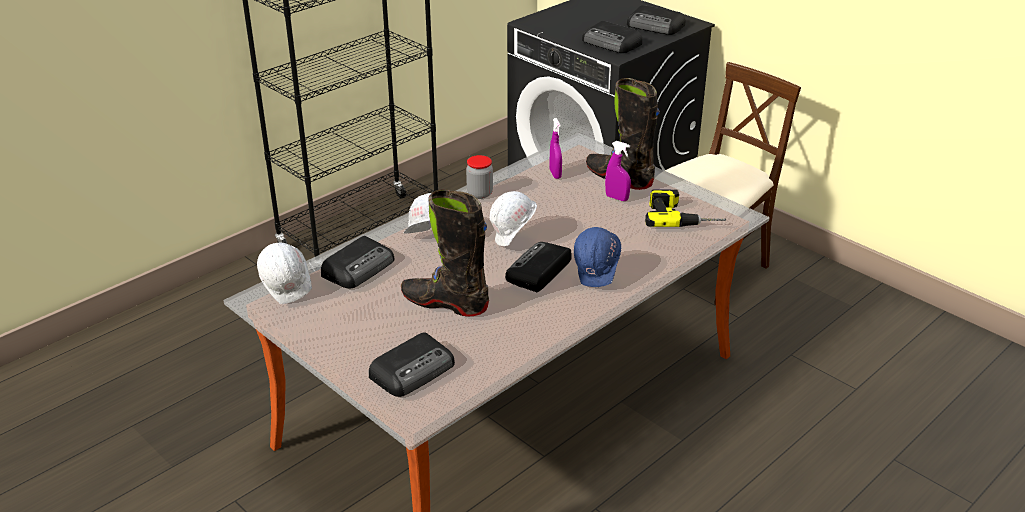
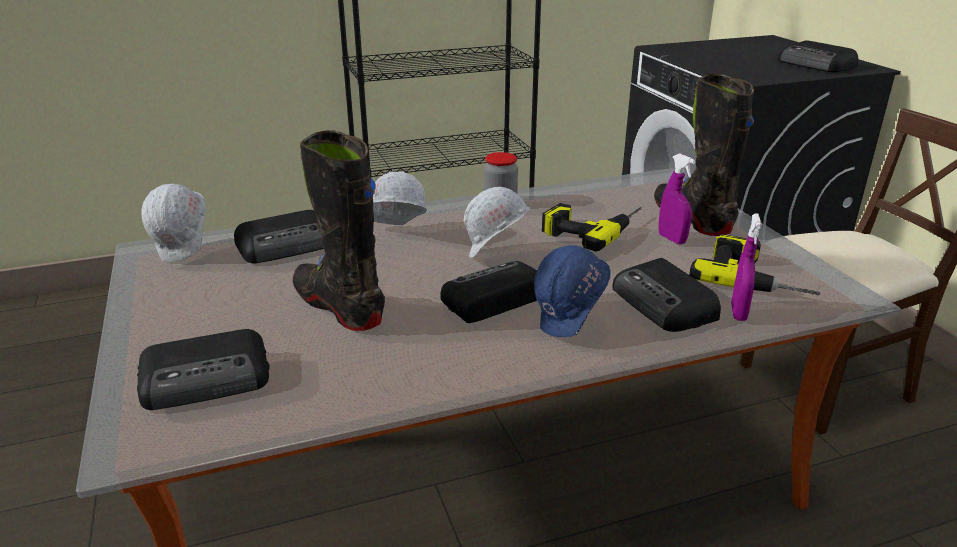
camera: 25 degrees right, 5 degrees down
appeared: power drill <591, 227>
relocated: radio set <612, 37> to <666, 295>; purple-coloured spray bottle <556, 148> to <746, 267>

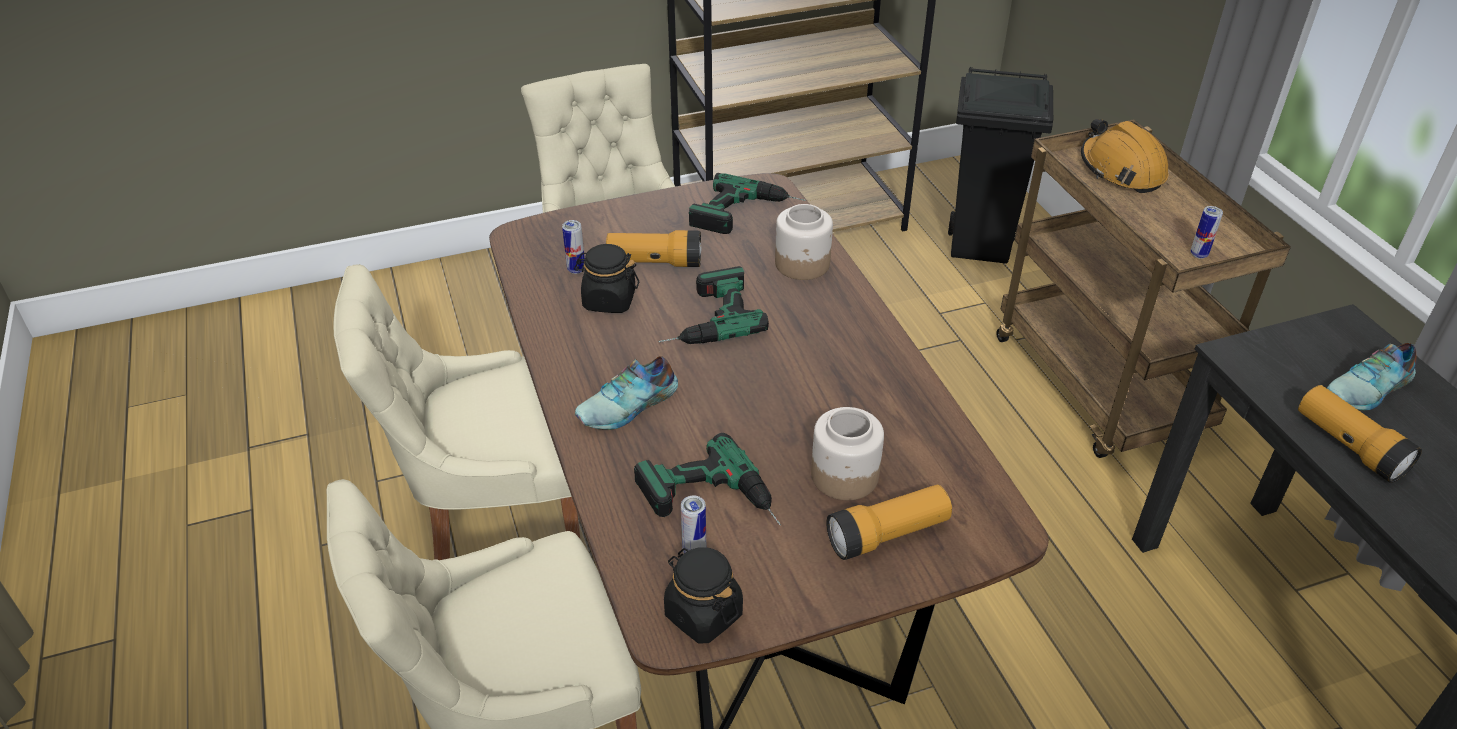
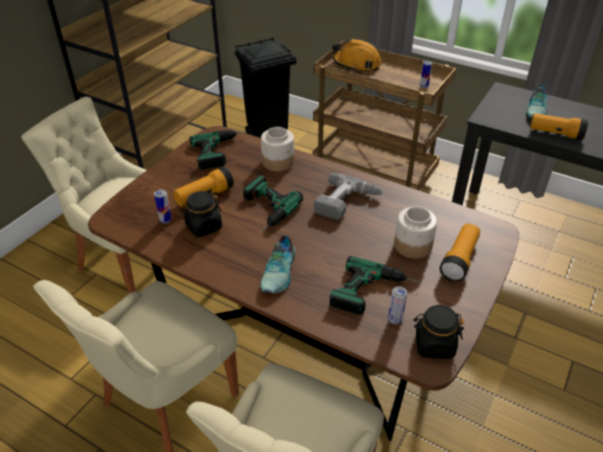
camera: 40 degrees left, 0 degrees up
appeared: power drill <349, 196>

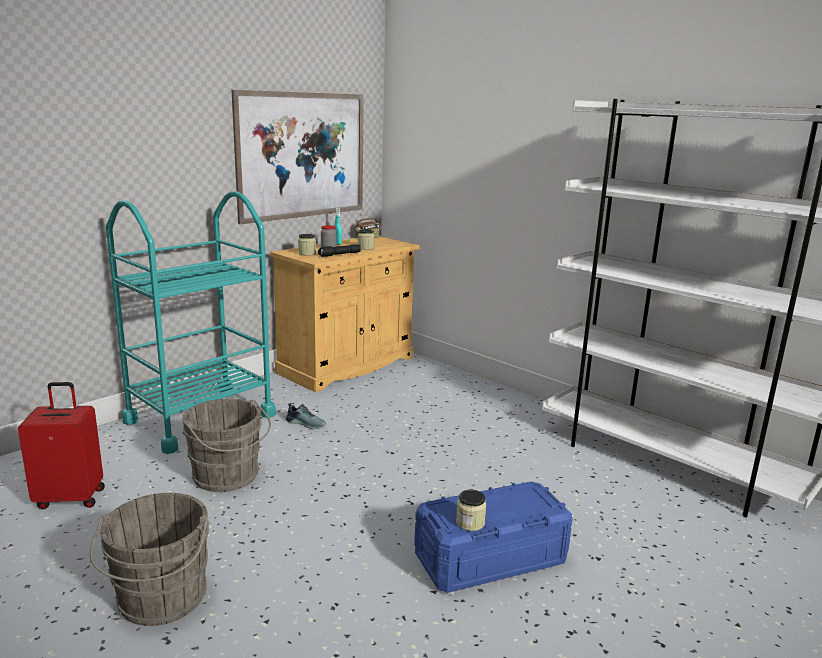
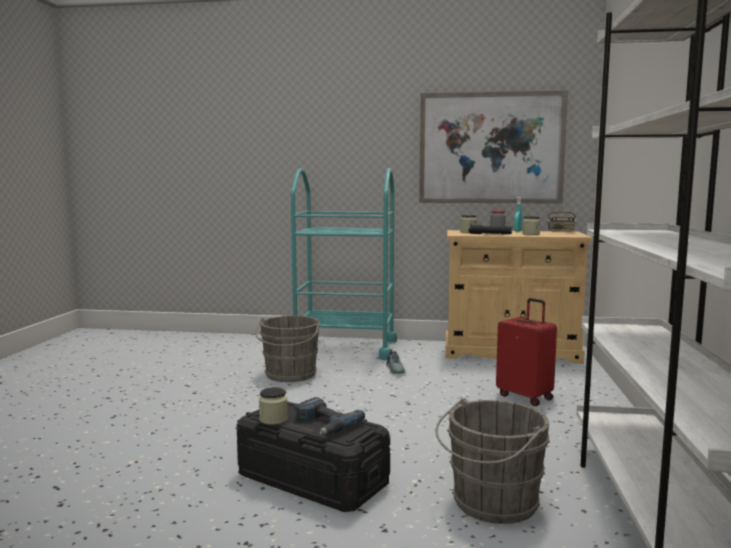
camera: 55 degrees right, 10 degrees down
appeared: power drill <329, 416>
relocated: reddish piece of luggage <61, 445> to <526, 352>; grey water bucket <149, 559> to <492, 461>
colour: blue-coloured storage box <493, 537> to blackish storage box <313, 456>

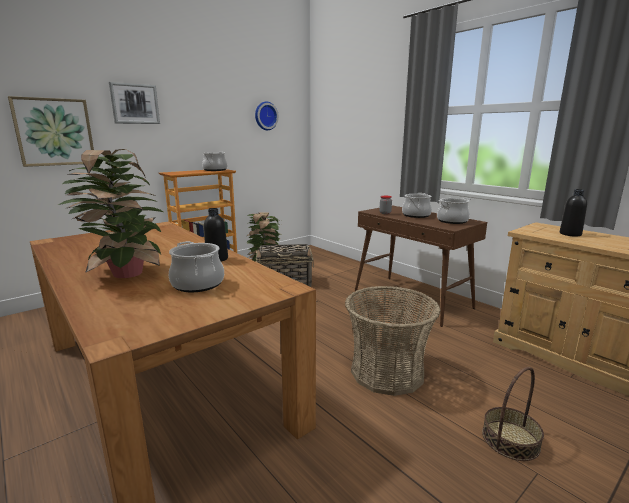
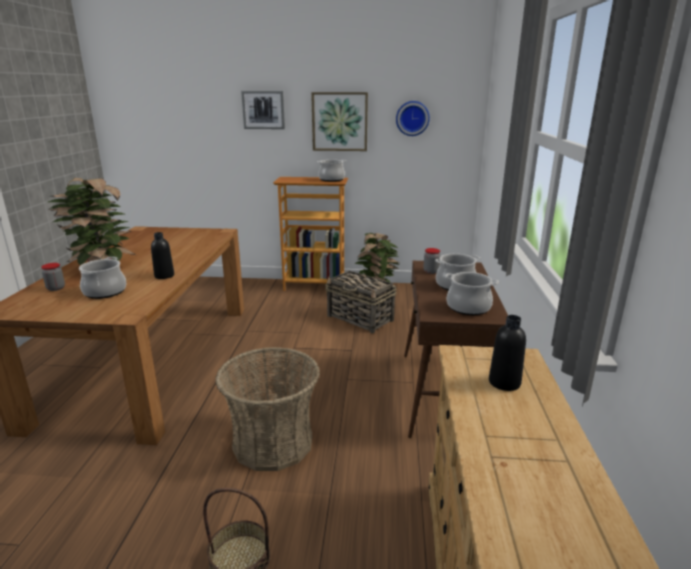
camera: 45 degrees right, 5 degrees up
appeared: jar <53, 277>
relocated: wall picture <51, 131> to <339, 121>

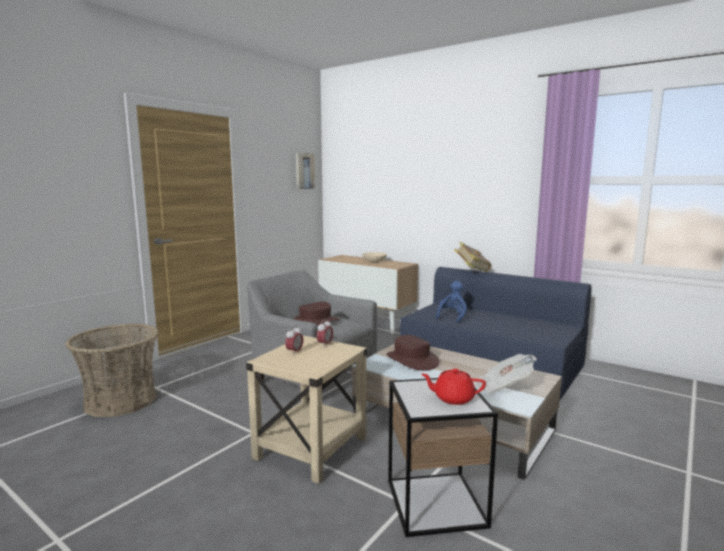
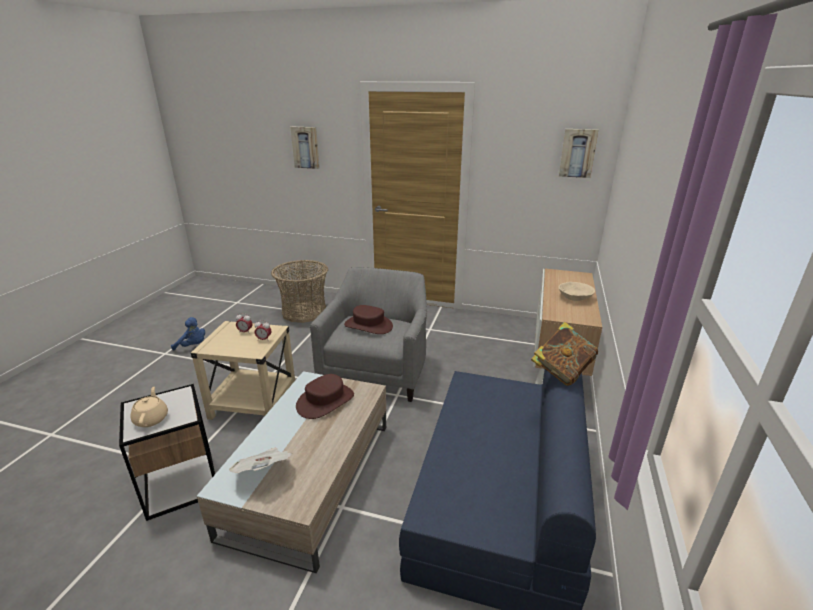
camera: 70 degrees right, 15 degrees up
appeared: wall picture <305, 148>
relocated: blue-coloured plush toy <451, 302> to <188, 334>
colour: reddish pot for tea <453, 386> to beige pot for tea <149, 407>

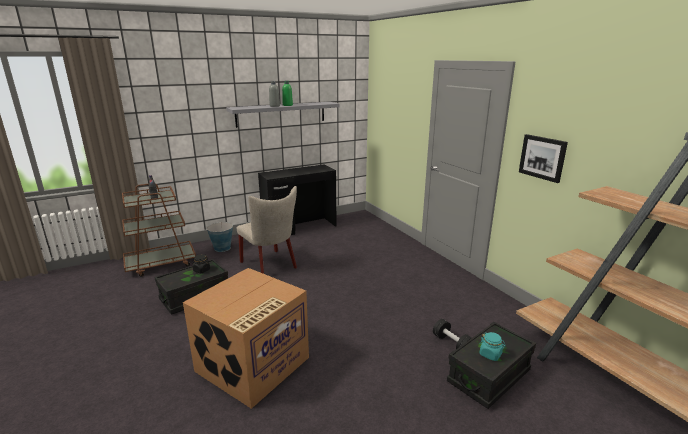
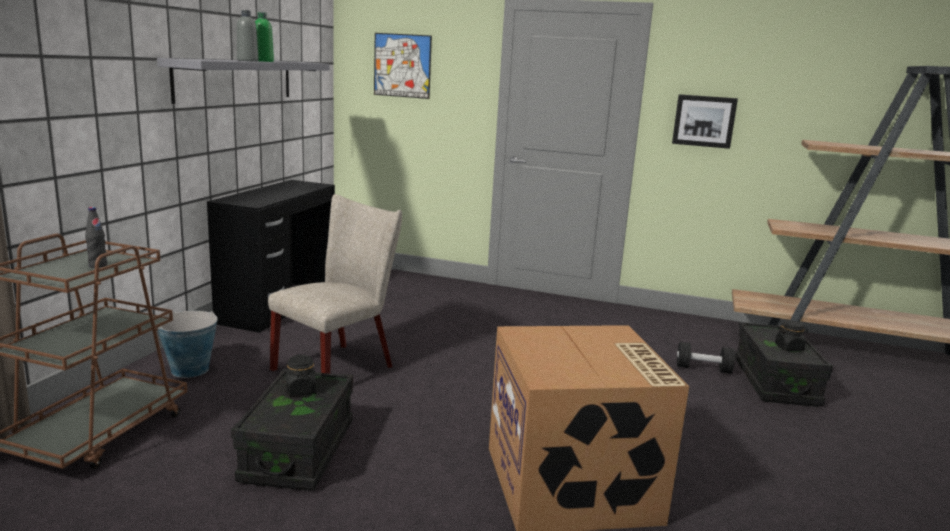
camera: 45 degrees left, 5 degrees down
appeared: wall picture <403, 66>
colour: turquoise-coloured jar <493, 346> to blackish jar <791, 336>
spun: beige upright chair <267, 230> = <335, 284> 60 degrees counterclockwise

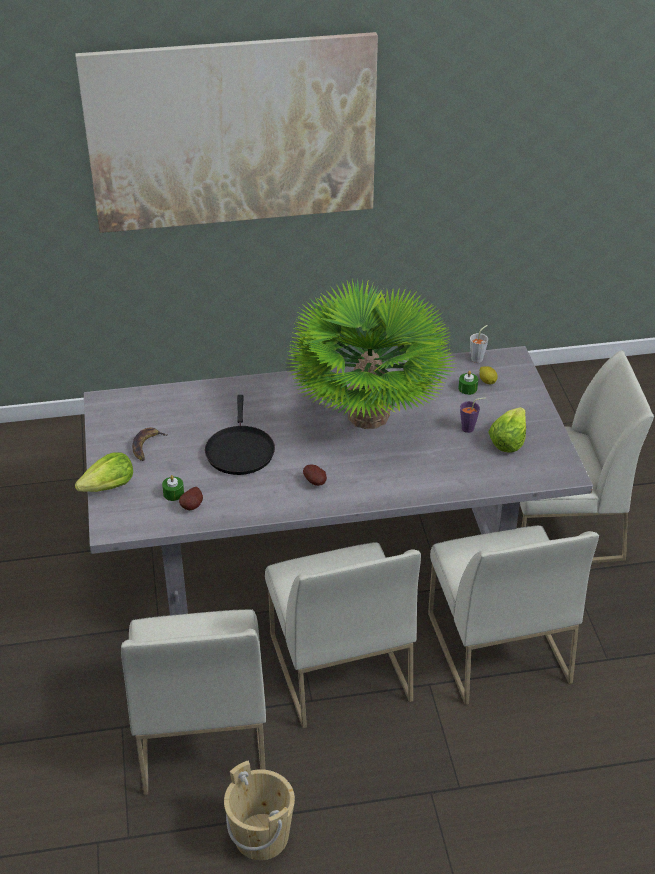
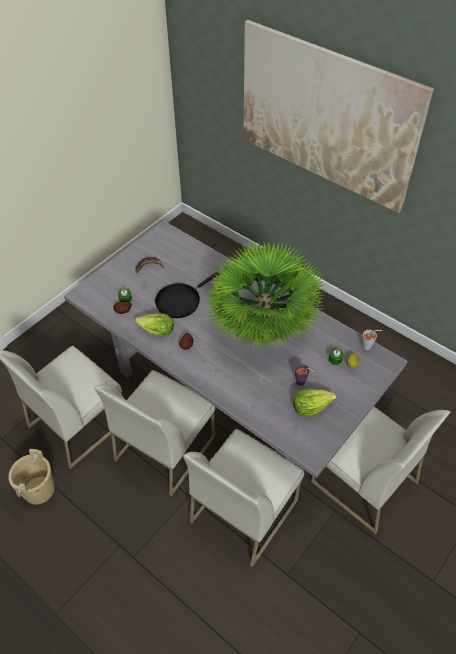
camera: 50 degrees right, 10 degrees up
relocated: lettuce <104, 472> to <154, 324>

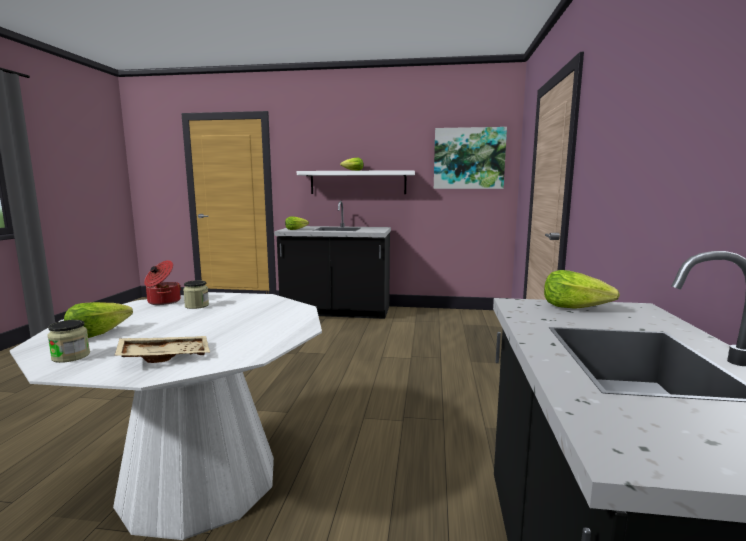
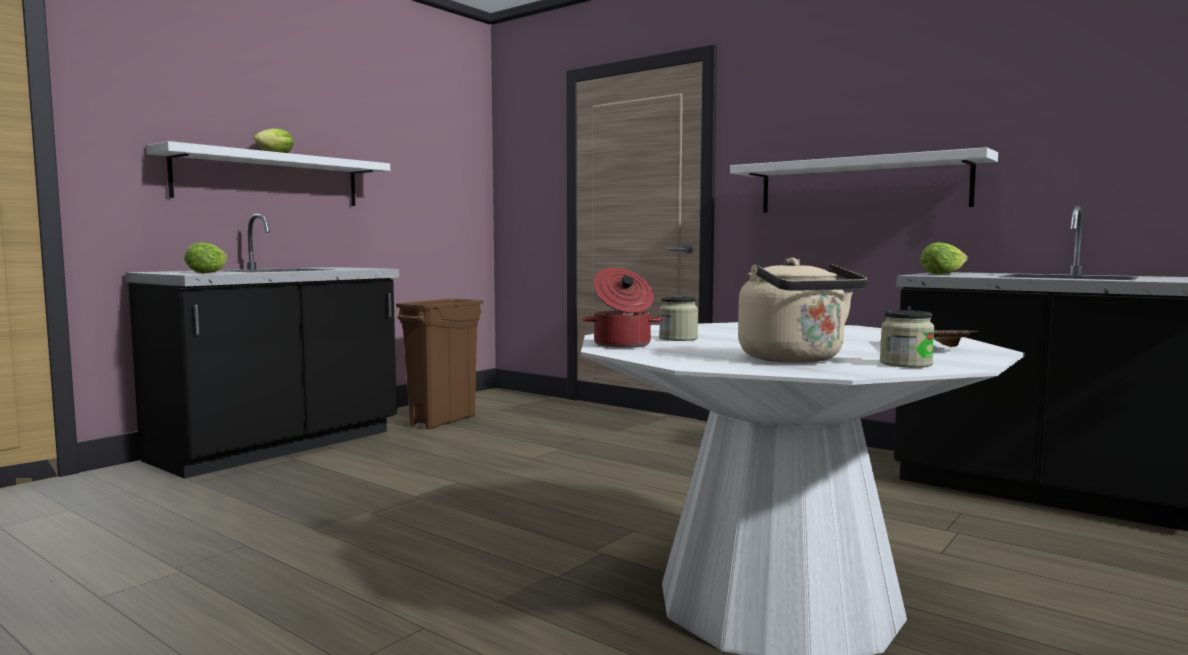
camera: 60 degrees left, 5 degrees down
missing: wall picture <470, 158>
appeared: white-coloured wall shelf <864, 180>; brownish waste bin <439, 364>
exchanged: lettuce <98, 320> to beige kettle <802, 310>

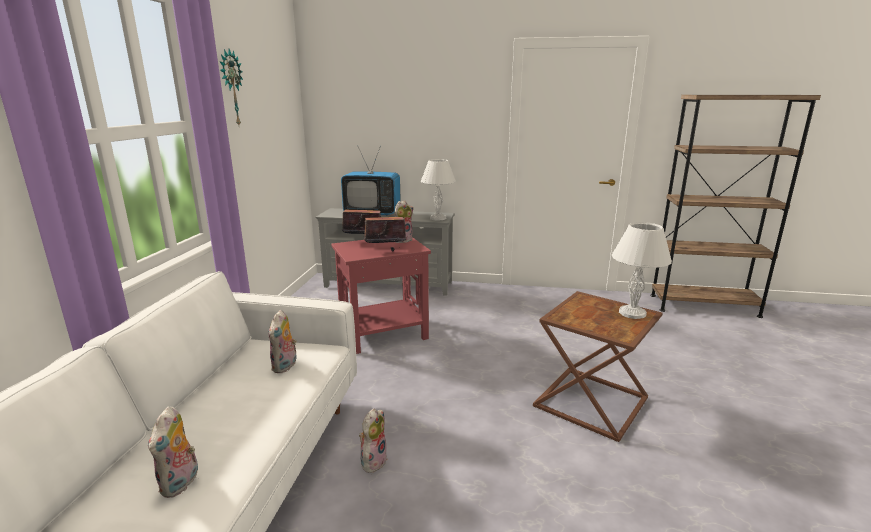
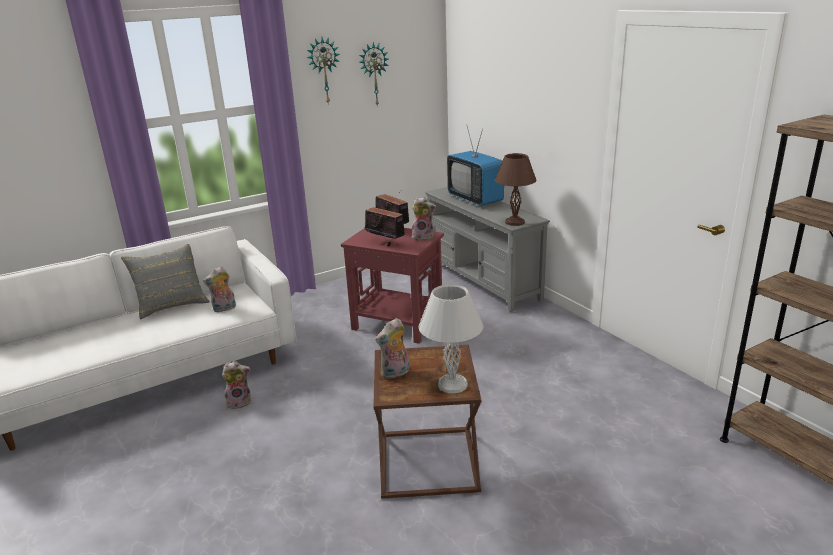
camera: 50 degrees right, 5 degrees up
appeared: wall clock <374, 74>; grey cushion <165, 282>
relocated: plush toy <173, 452> to <392, 348>
colour: white-coloured tabletop lamp <438, 190> to brownish tabletop lamp <515, 189>

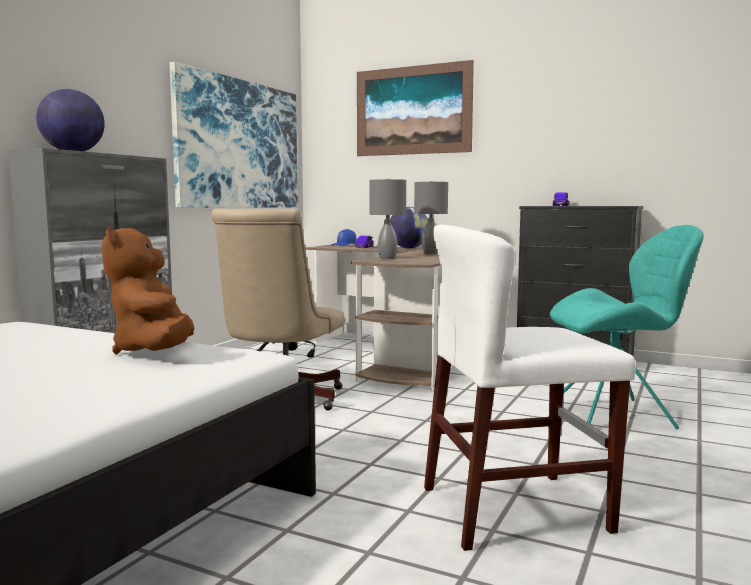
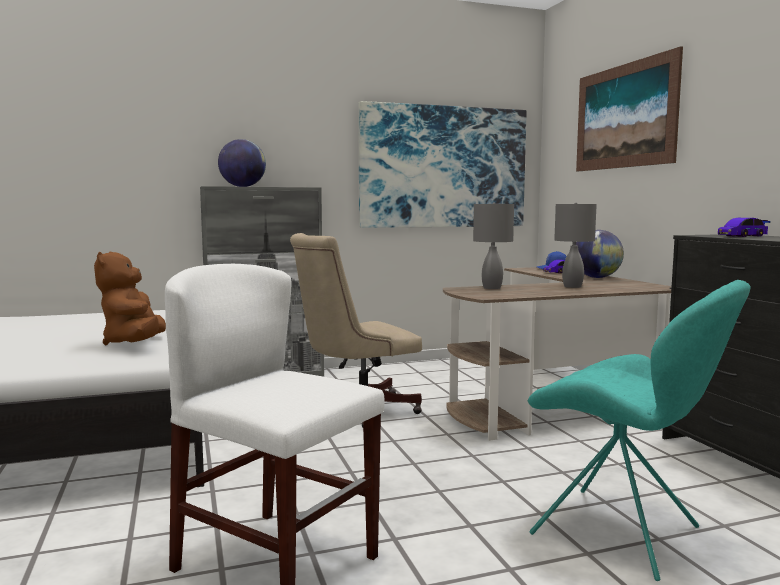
camera: 45 degrees right, 0 degrees up
spun: brownish plush toy <148, 291> = <130, 298> 45 degrees counterclockwise

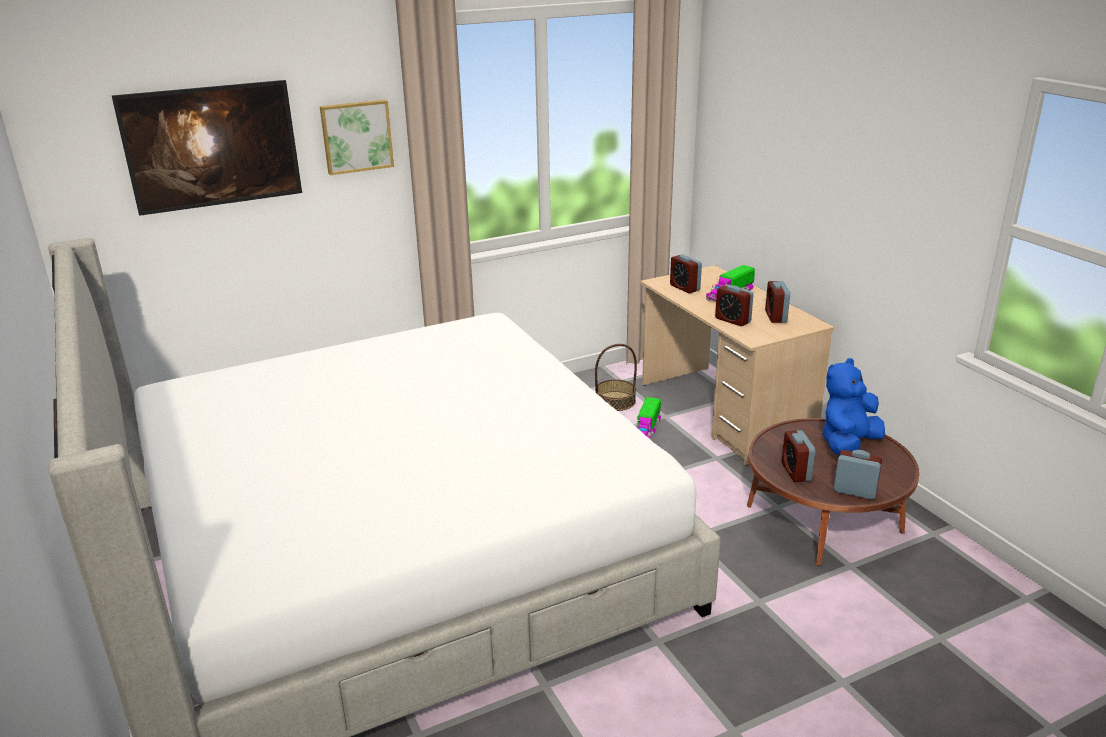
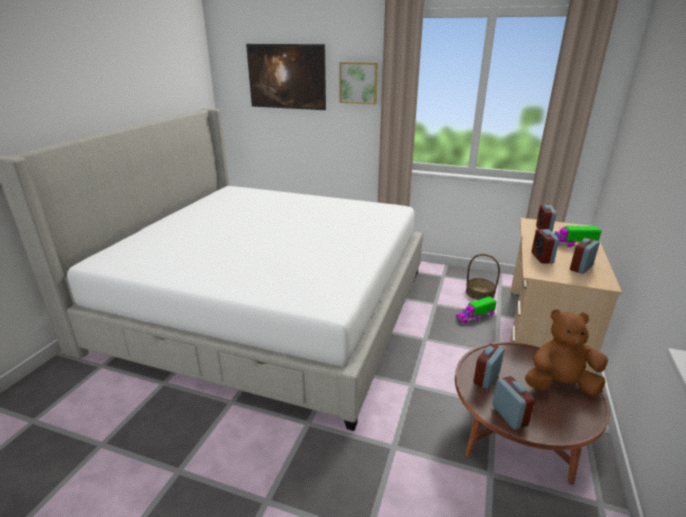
camera: 45 degrees right, 0 degrees up
colour: blue-coloured plush toy <853, 406> to brownish plush toy <566, 353>

